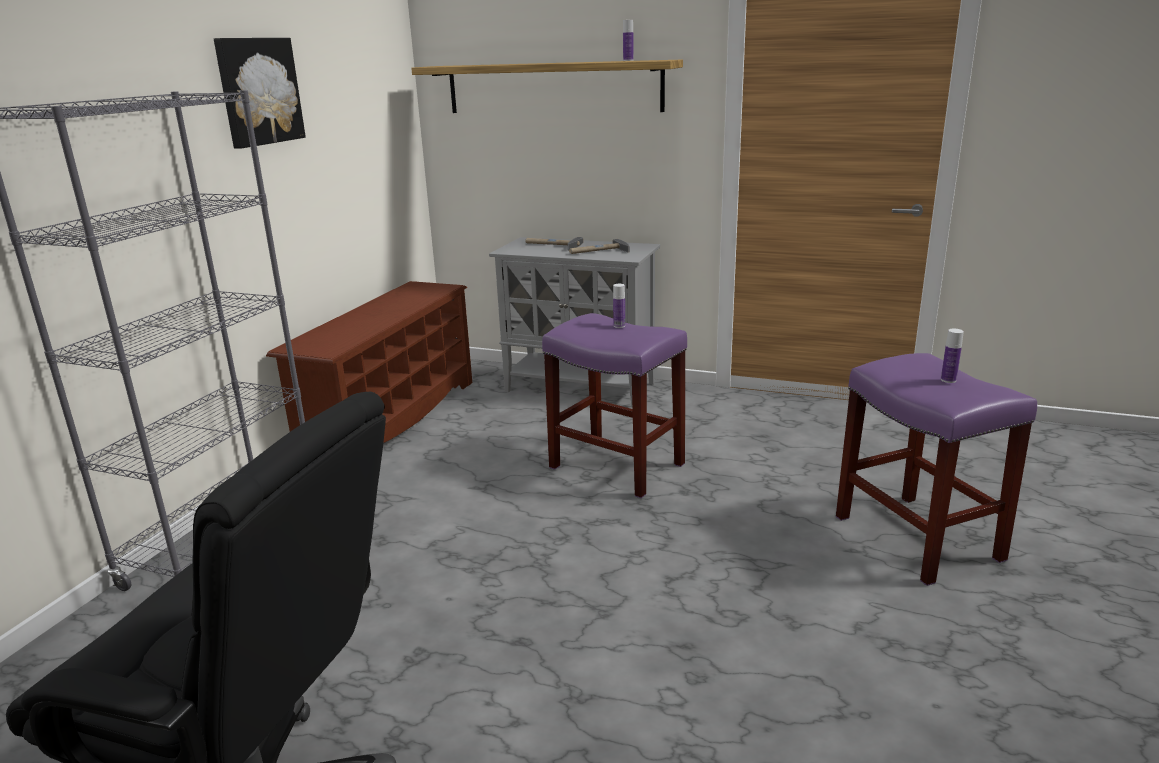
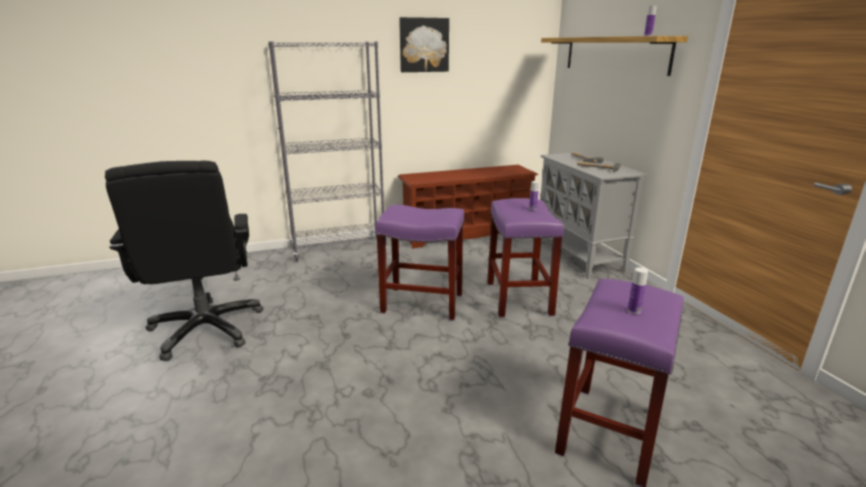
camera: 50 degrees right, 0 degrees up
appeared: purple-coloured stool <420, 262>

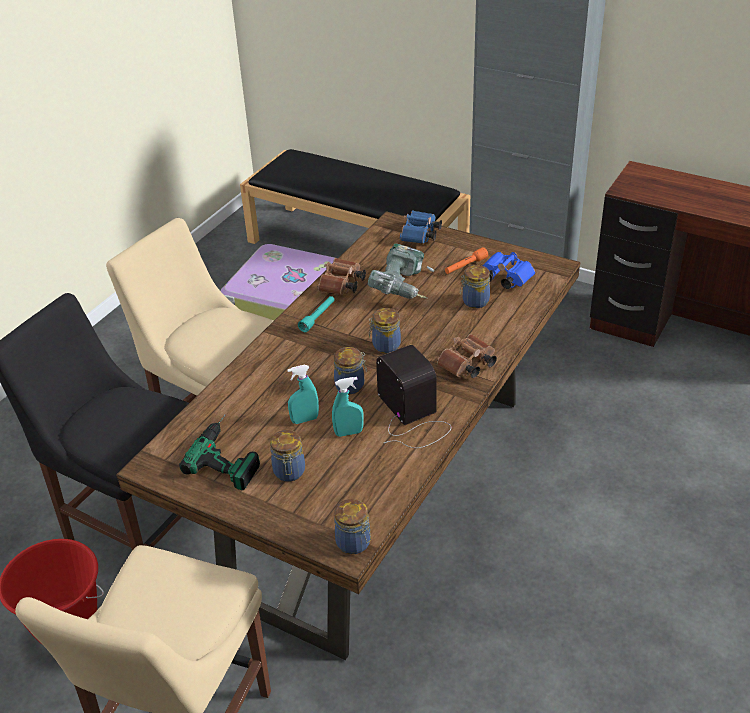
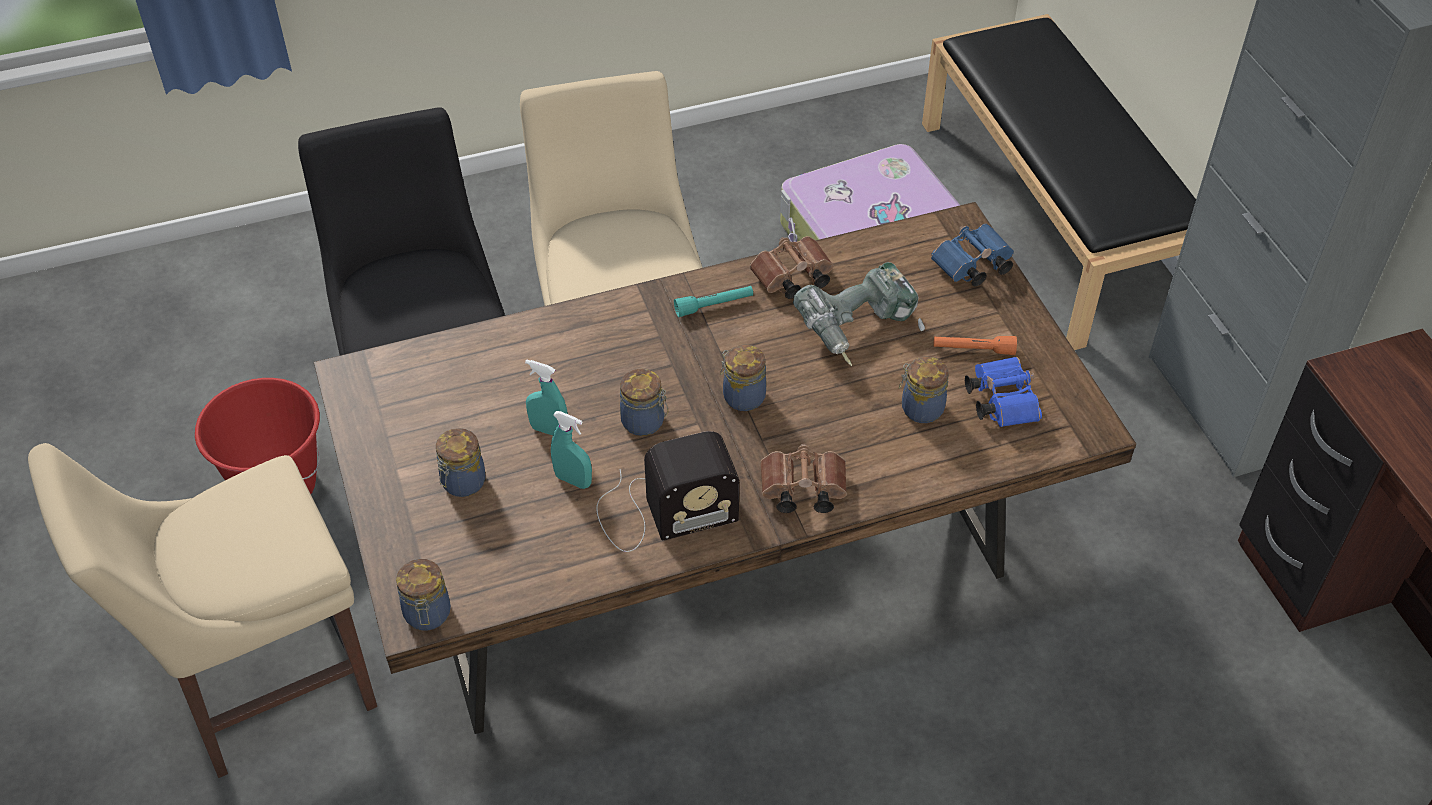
camera: 40 degrees right, 10 degrees up
missing: power drill <219, 452>
spun: radio set <413, 396> = <667, 491> 60 degrees clockwise

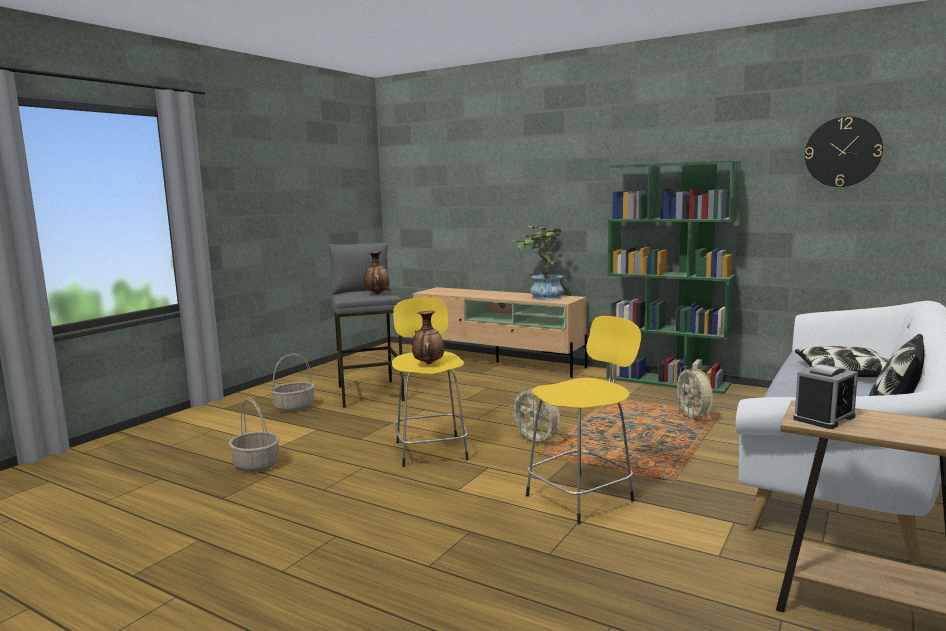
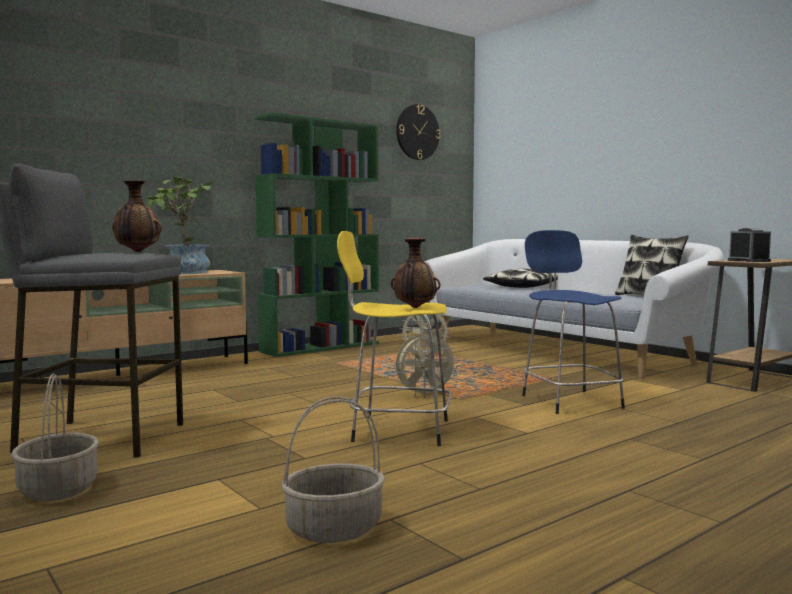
camera: 70 degrees left, 5 degrees down
colour: yellow-coloured stool <583, 420> to blue-coloured stool <573, 322>

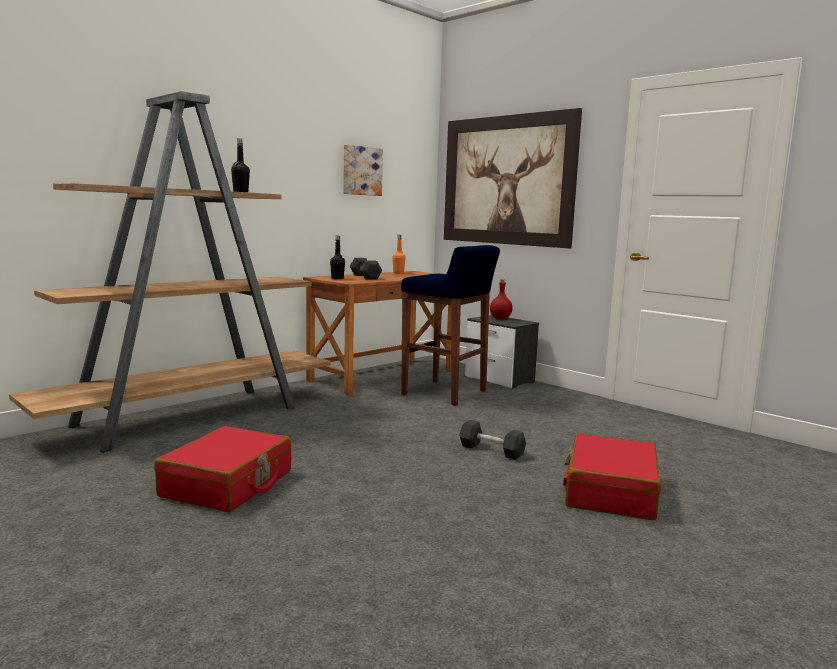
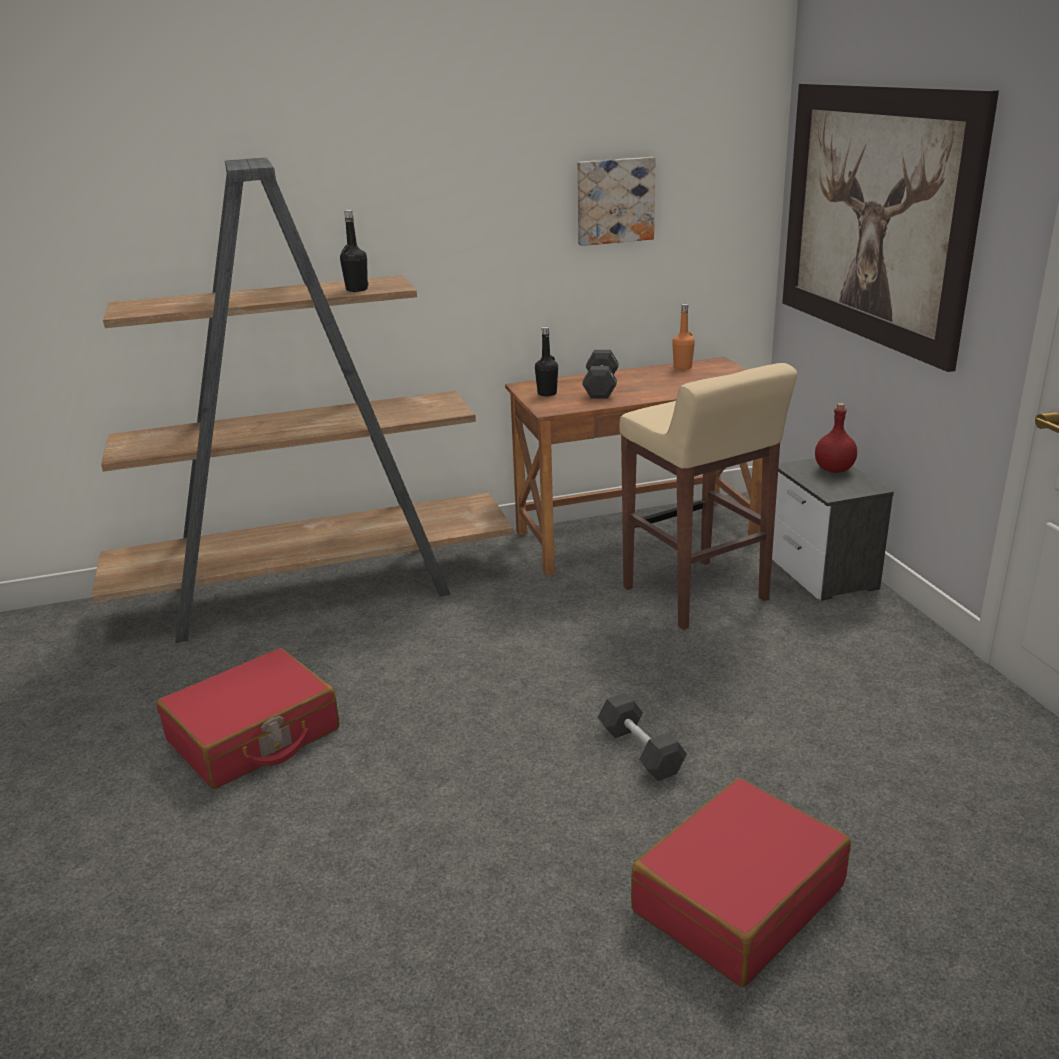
camera: 30 degrees right, 15 degrees up
colour: blue-coloured stool <450, 325> to beige stool <708, 496>

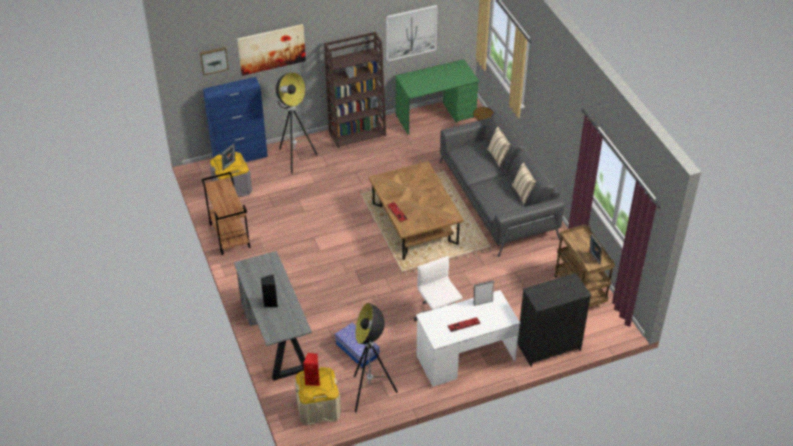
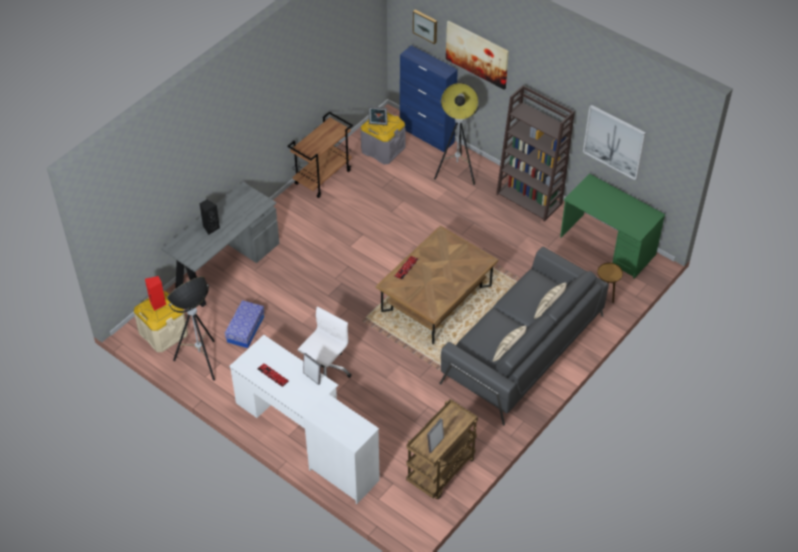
camera: 60 degrees right, 5 degrees up
colour: blackish chest of drawers <554, 320> to white-coloured chest of drawers <342, 449>

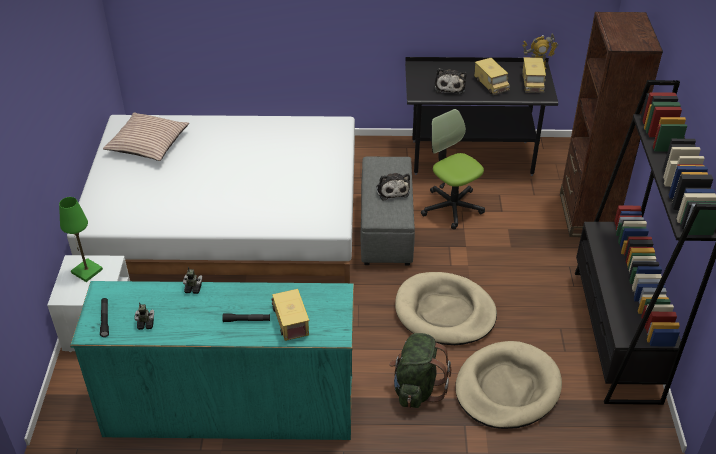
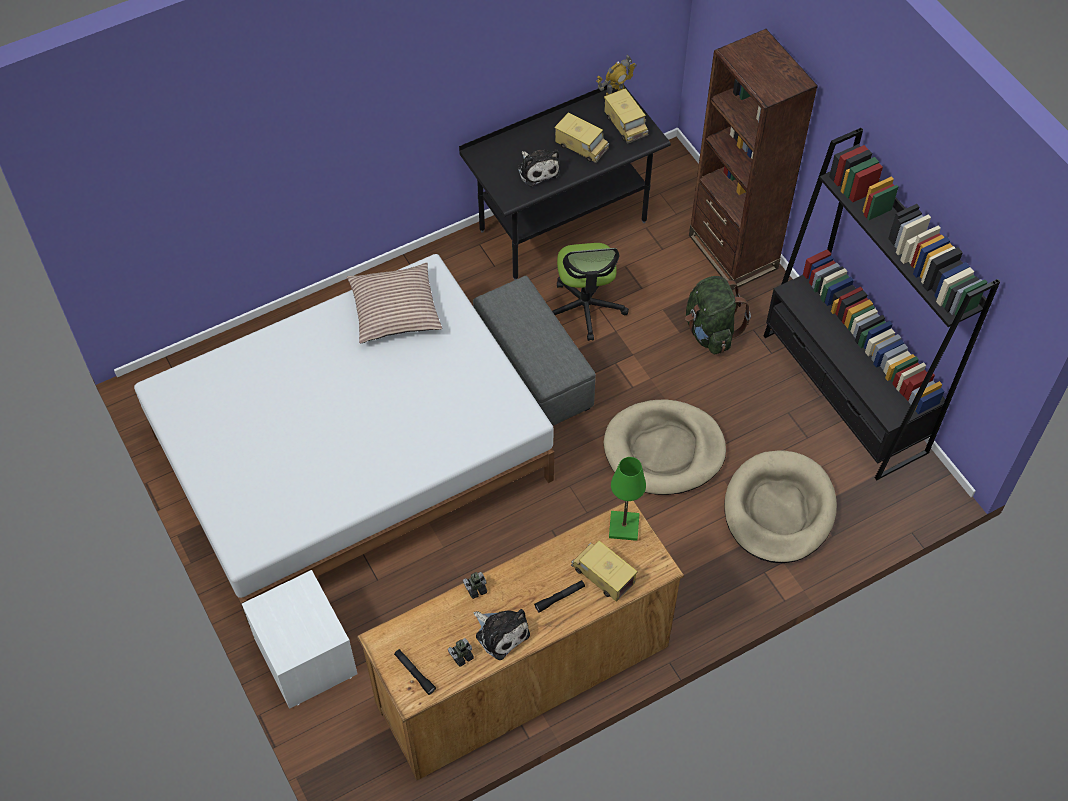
camera: 30 degrees left, 15 degrees up
relocated: cushion <146, 136> to <394, 303>; plush toy <393, 186> to <502, 634>; greenish tabletop lamp <81, 239> to <627, 499>; greenish backpack <420, 370> to <718, 315>
colour: turquoise-coloured chest of drawers <212, 360> to brownish chest of drawers <520, 640>
spun: computer chair <453, 169> = <590, 292> 120 degrees counterclockwise

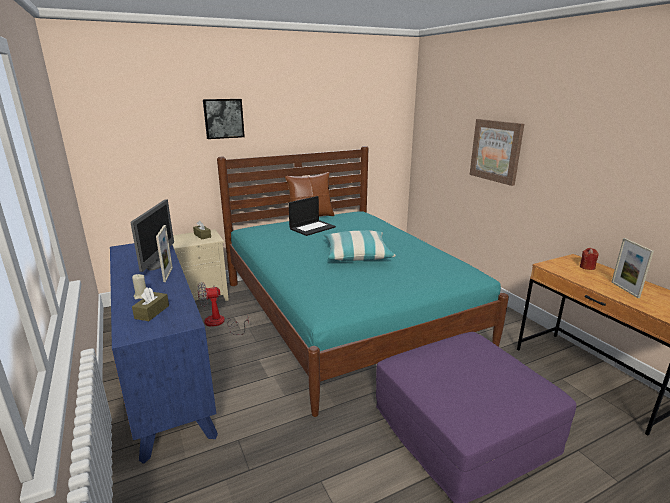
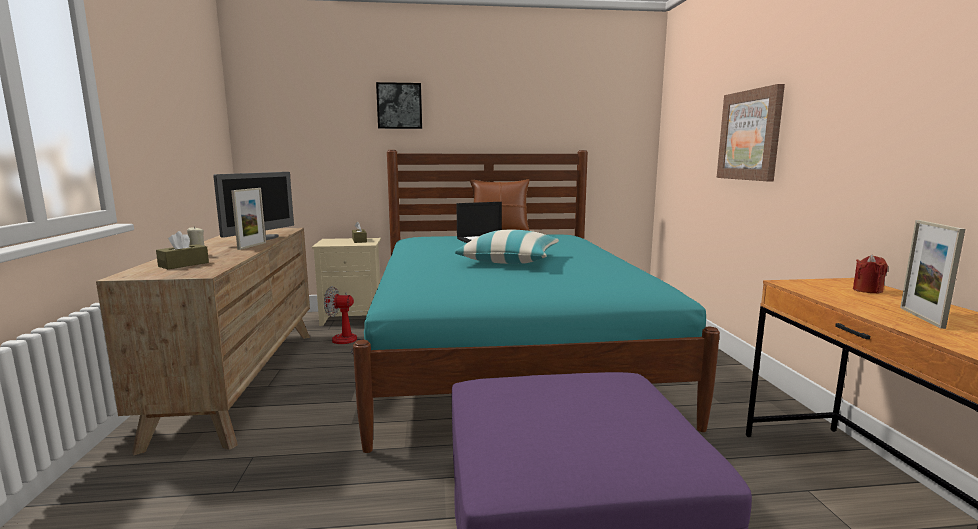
camera: 20 degrees right, 10 degrees down
colour: blue-coloured chest of drawers <164, 353> to brownish chest of drawers <203, 342>

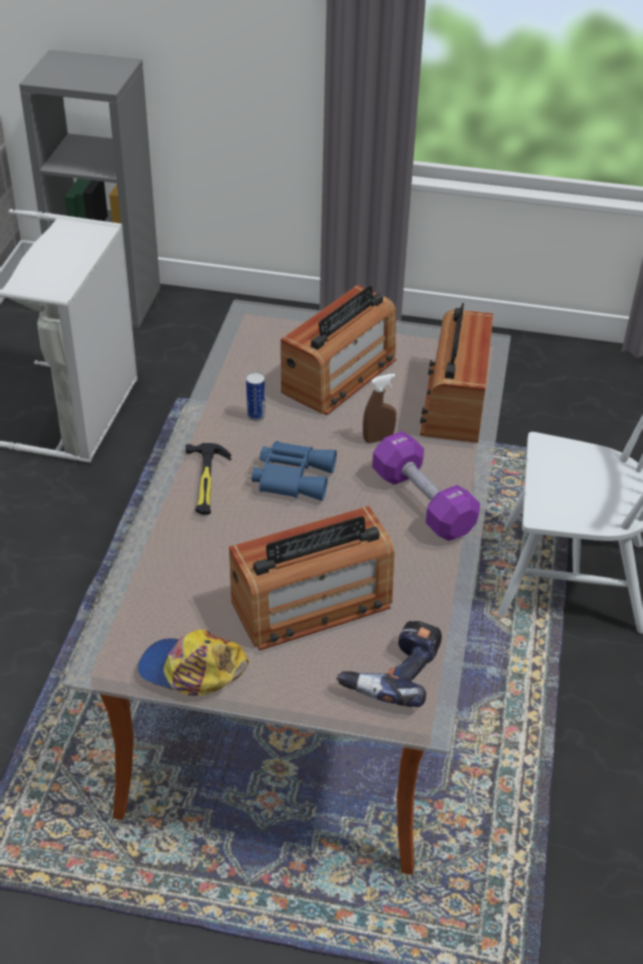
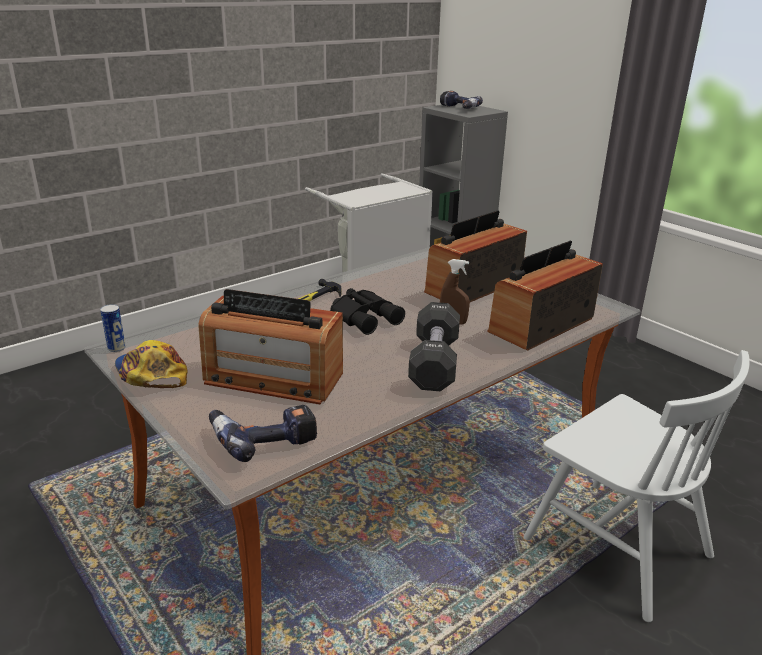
camera: 40 degrees right, 15 degrees down
appeared: power drill <461, 100>
relocated: sealed can <255, 396> to <113, 328>
colour: purple-coloured free weight <426, 486> to blackish free weight <434, 346>; blue-coloured field glasses <294, 471> to blackish field glasses <367, 311>
spun: radio set <338, 350> = <475, 256> 150 degrees clockwise

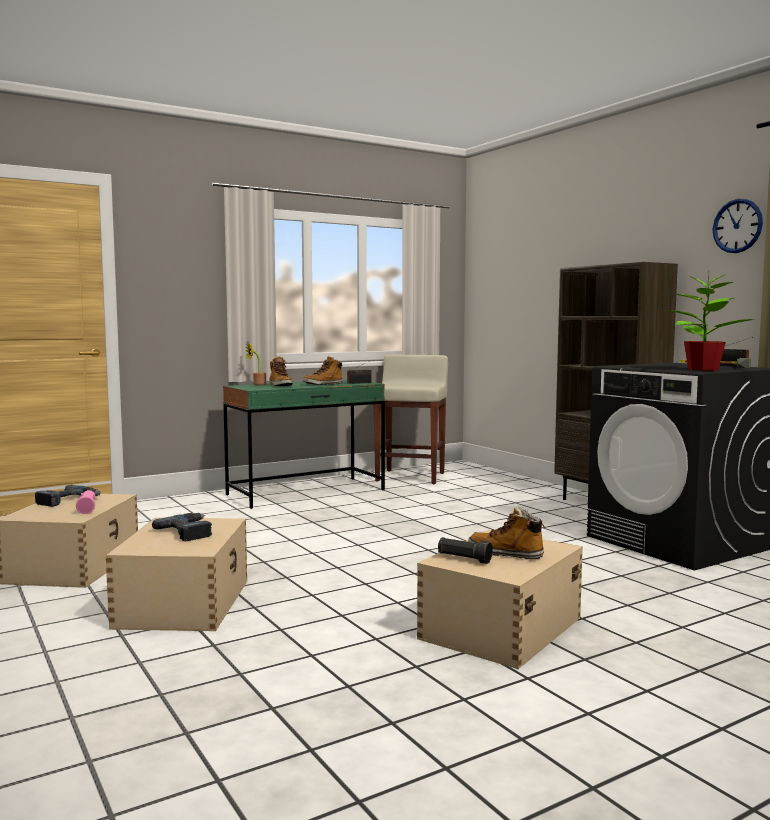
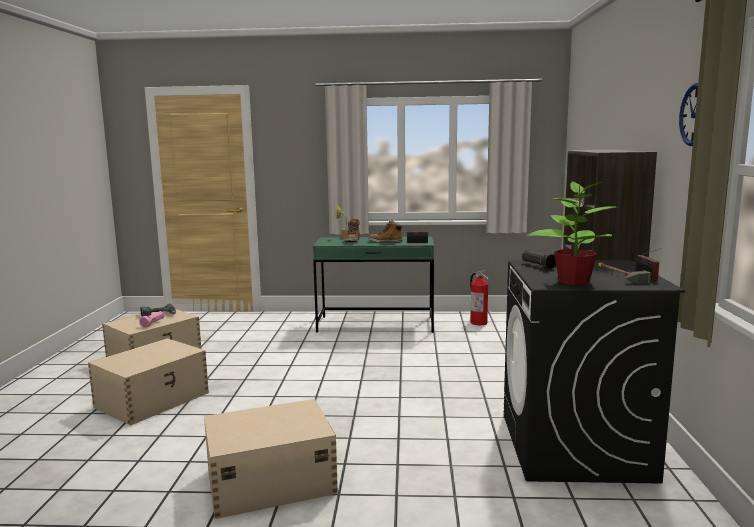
camera: 35 degrees right, 5 degrees up
missing: tall boot <506, 532>; power drill <182, 527>
relocated: blackish torch <465, 550> to <539, 260>
exchanged: beige stool <410, 419> to fire-fighting cylinder <479, 297>

